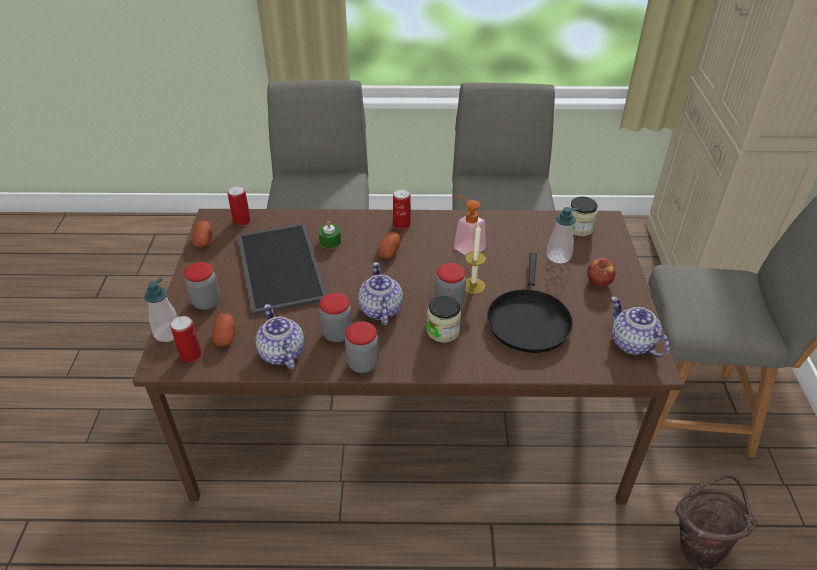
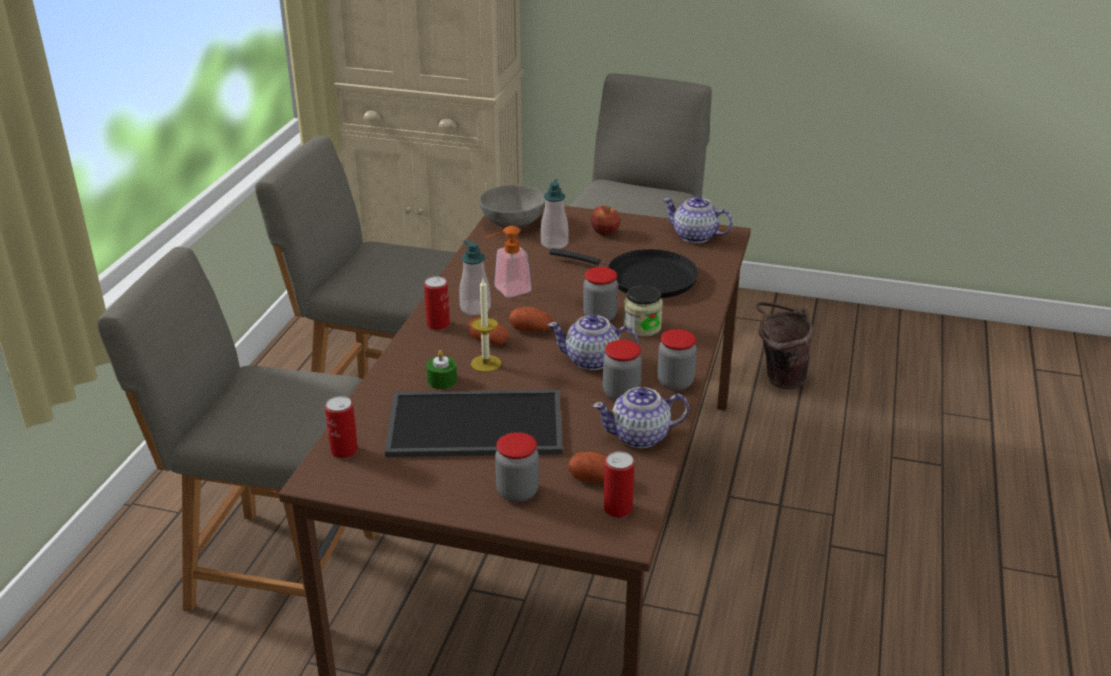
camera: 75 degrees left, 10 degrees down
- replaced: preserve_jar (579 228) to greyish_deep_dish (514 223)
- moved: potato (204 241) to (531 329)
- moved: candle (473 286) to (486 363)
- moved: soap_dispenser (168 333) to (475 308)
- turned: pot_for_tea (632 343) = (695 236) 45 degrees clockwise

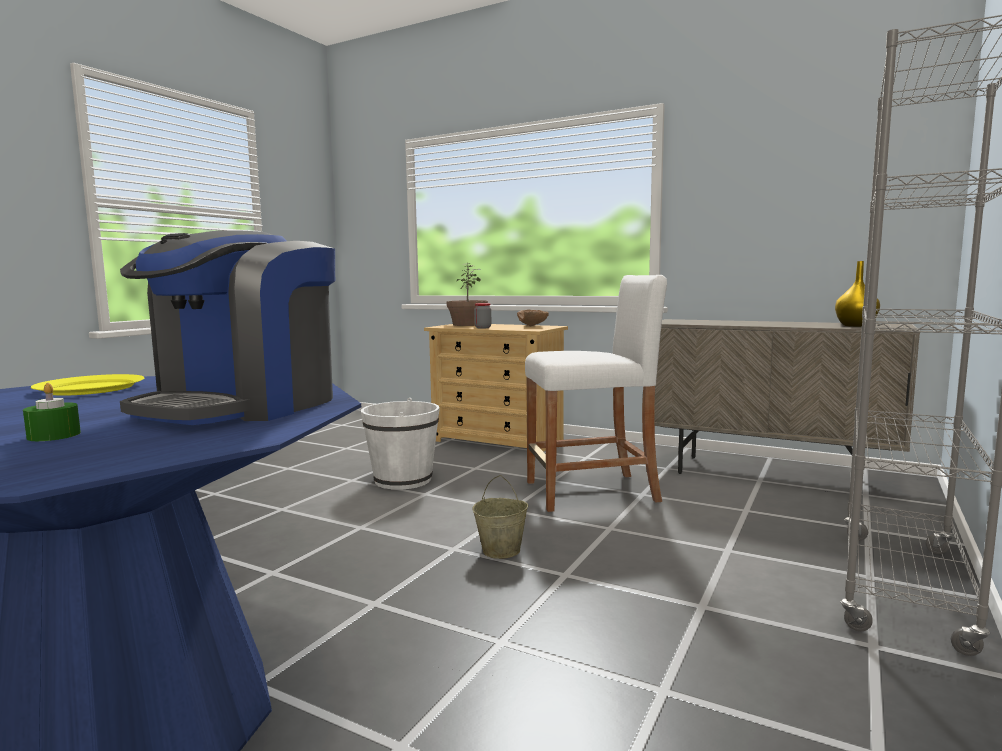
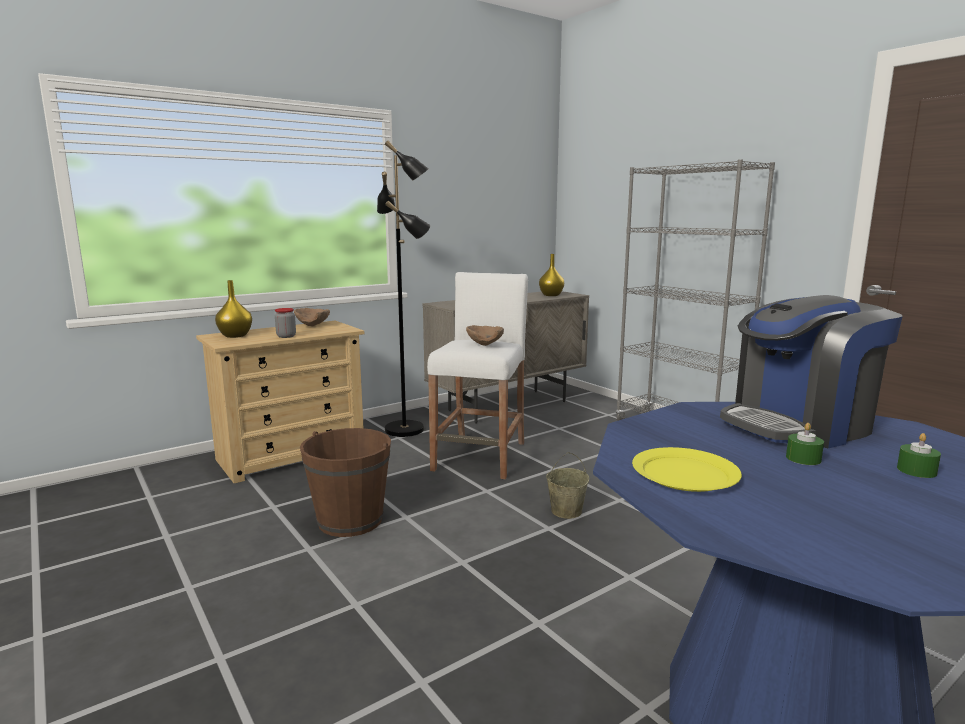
camera: 65 degrees left, 5 degrees up
- turned: coffee_maker (244 406) = (799 425) 105 degrees clockwise
- replaced: potted_plant (467 325) to yellow_decorative_vase (234 336)
- recoloured: white_water_bucket (403 480) to brownish_water_bucket (350 521)
- added: black_standing_lamp (405 429)
- added: brownish_deep_dish (485 344)
- added: greenish_candle (803 458)

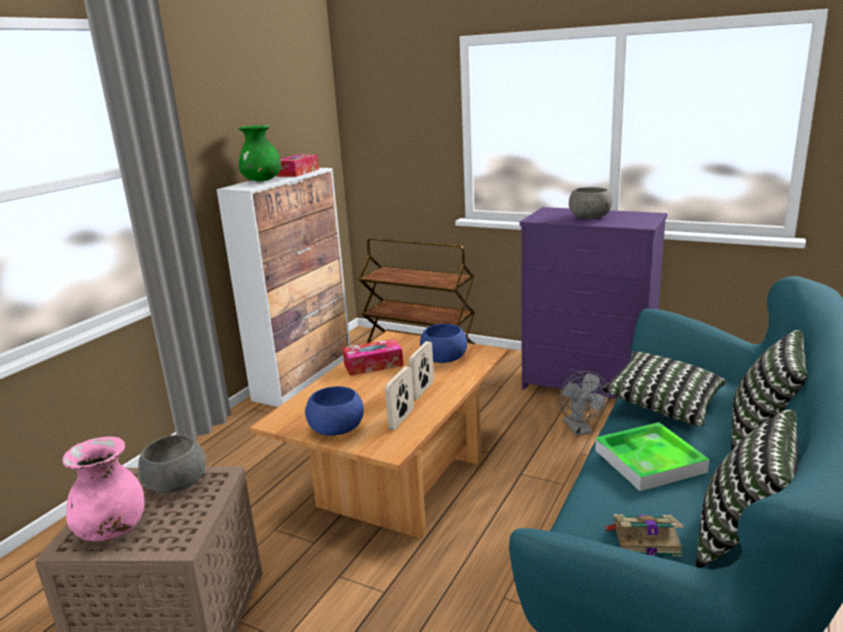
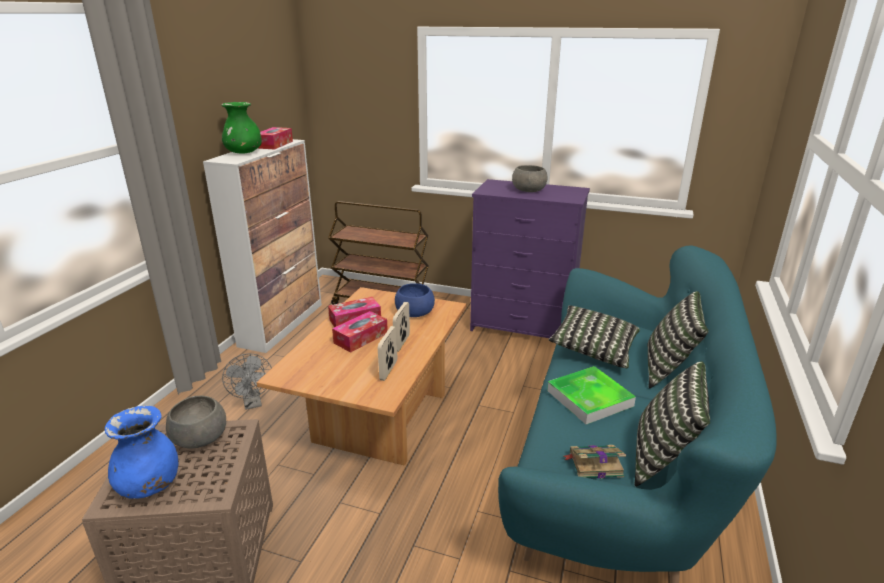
camera: 10 degrees left, 5 degrees up
- moved: greyish_cooling_fan (580 430) to (253 403)
- removed: blue_deep_dish (337 428)
- recoloured: pink_decorative_vase (113 530) to blue_decorative_vase (150 486)
- added: tissue_box (361 338)

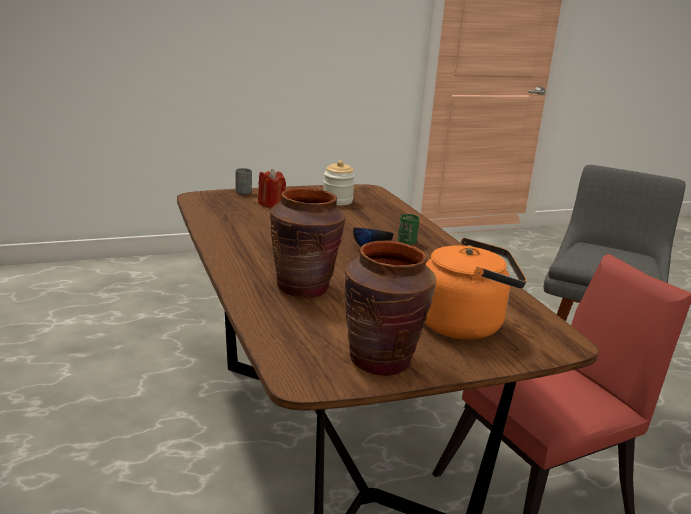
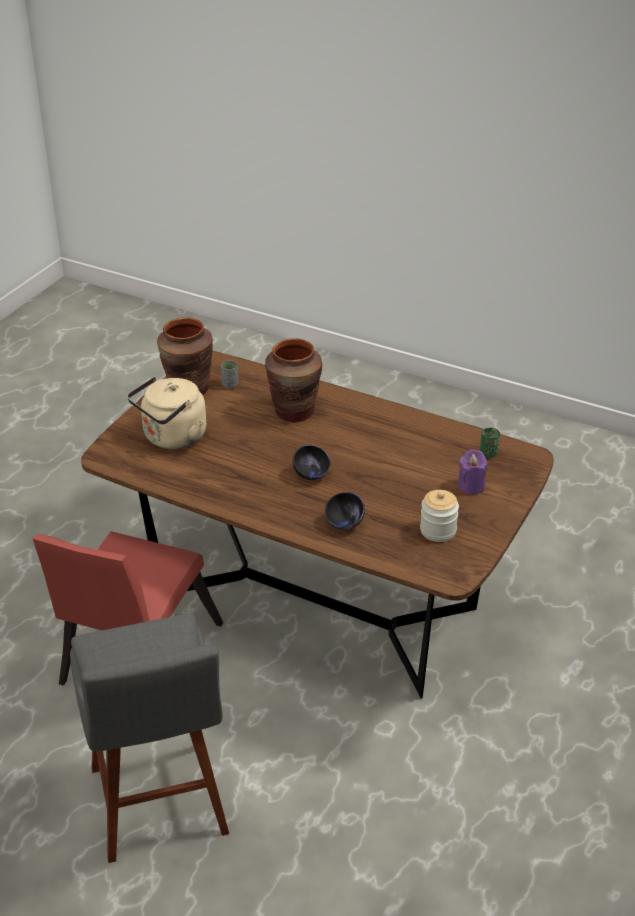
camera: 140 degrees right, 15 degrees up
- moved: greyish_small_cup (243 192) to (230 385)
- recoloured: red_candle (271 204) to purple-coloured_candle (471 486)
- moved: greenish_small_cup (407 242) to (488 453)
- recoloured: orange-coloured_kettle (465 325) to sand-coloured_kettle (172 438)
- added: black_deep_dish (344 524)

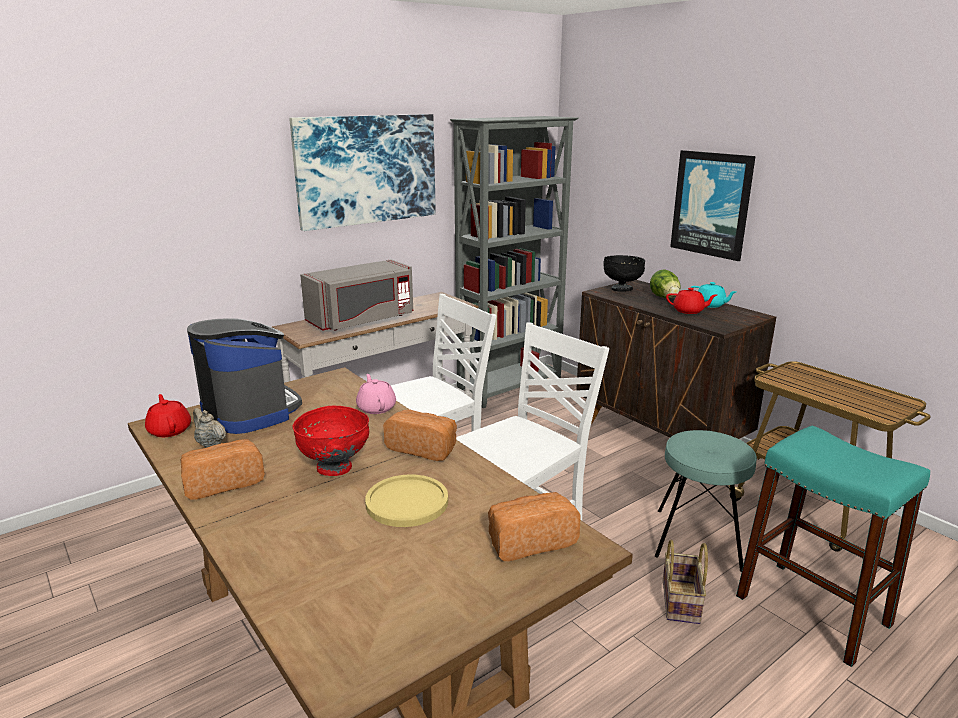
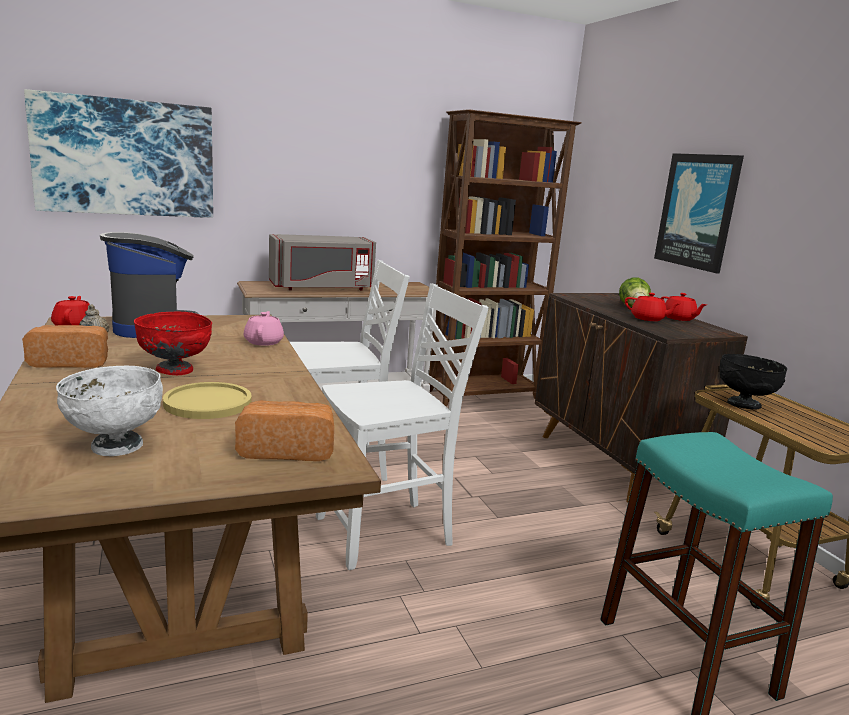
camera: 15 degrees right, 5 degrees down
- moved: picture (367 170) to (125 157)
- recoloured: greyish_bookcase (511 388) to brownish_bookcase (484 395)
- moved: black_deep_dish (622 289) to (744 405)
- recoloured: turquoise-coloured_pot_for_tea (710 305) to red_pot_for_tea (679 318)
- removed: bread (423 448)
- removed: turquoise-coloured_sitting_stool (698 539)
- removed: basket (682 602)
- added: white_deep_dish (115 446)

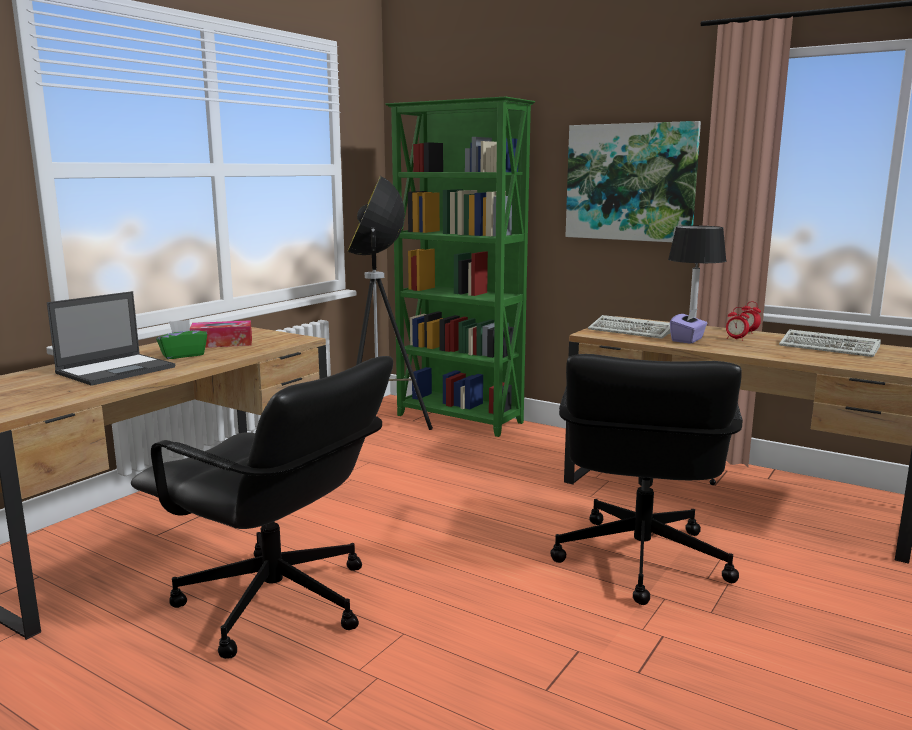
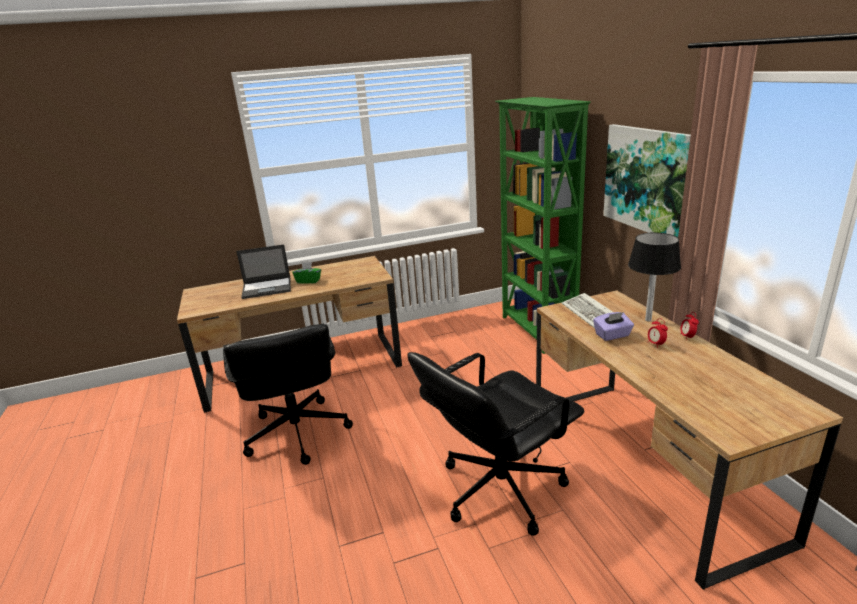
camera: 40 degrees right, 10 degrees up
- removed: standing_lamp (379 431)
- removed: tissue_box (222 343)
- removed: computer_keyboard (831 348)

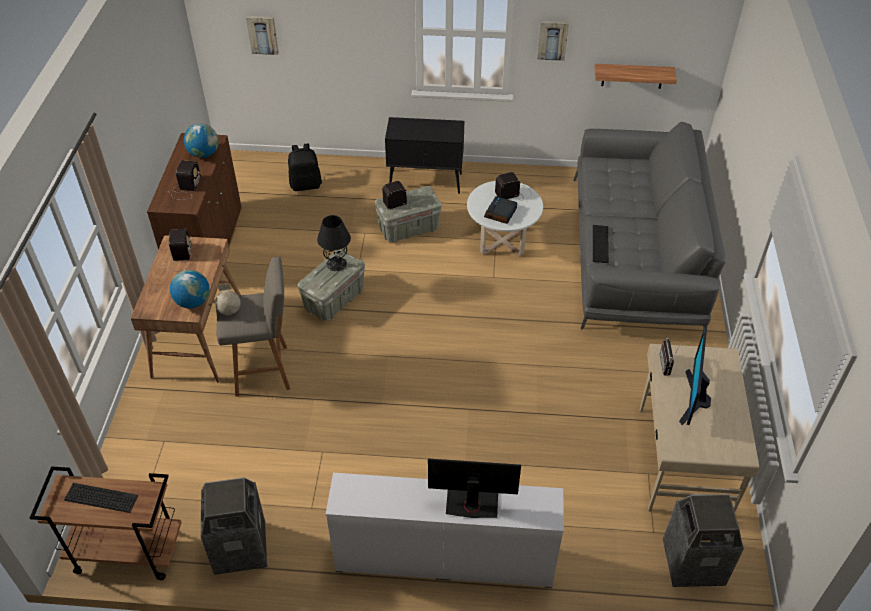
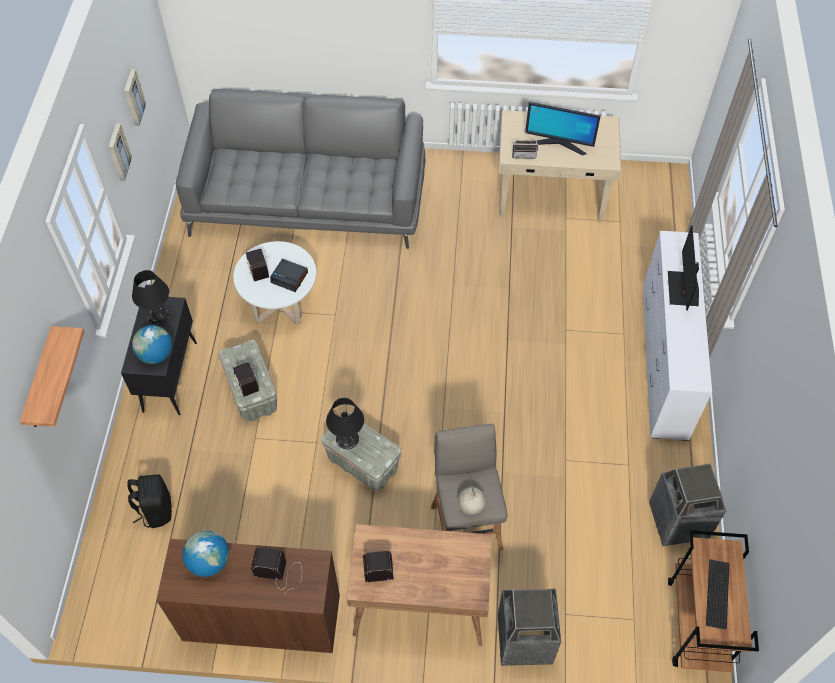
camera: 90 degrees left, 10 degrees up
- moved: picture (262 34) to (133 97)
- moved: shelf (632 76) to (41 381)
- removed: computer_keyboard (600 244)
- moved: desk_globe (193 302) to (156 354)
- moved: trash_can (692 562) to (524 640)
- added: black_table_lamp (158 315)

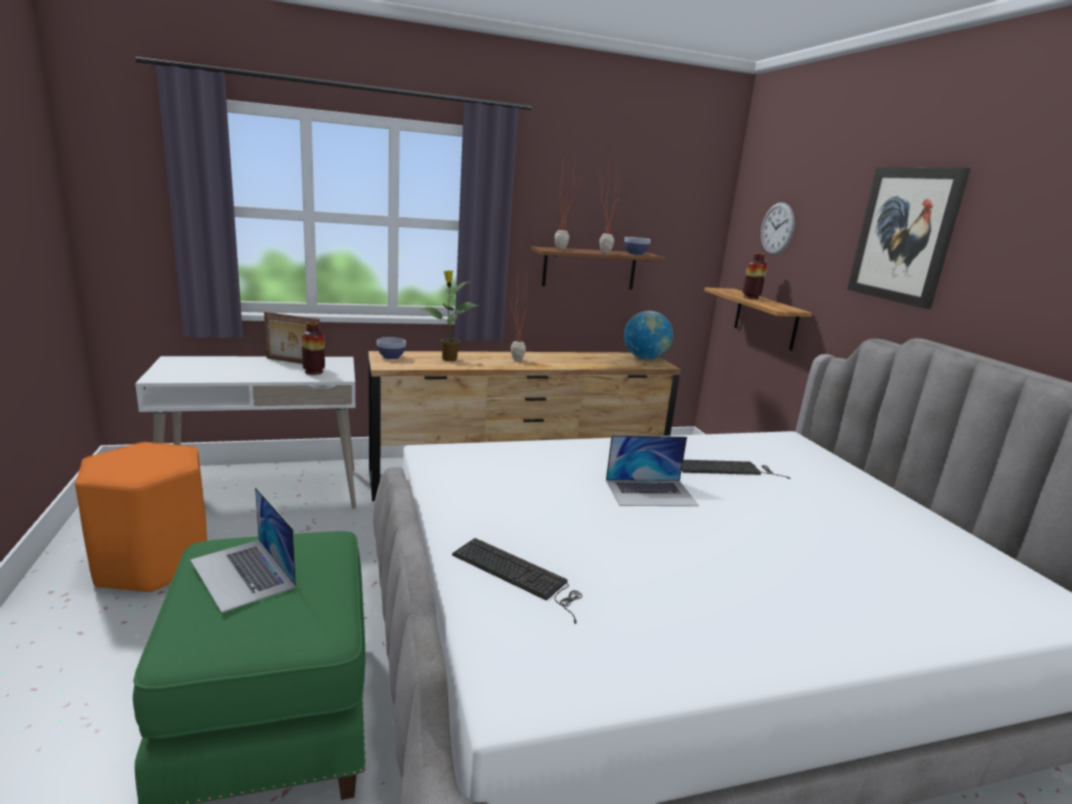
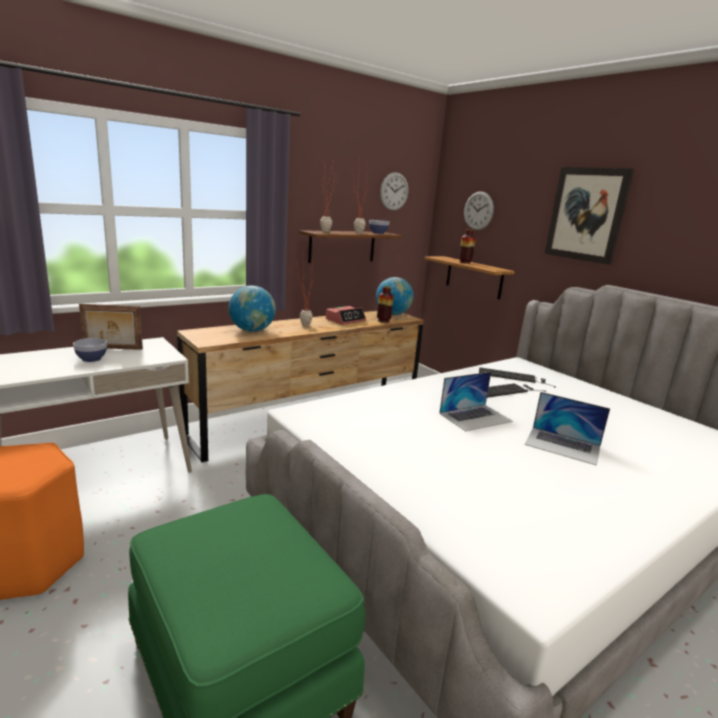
camera: 20 degrees left, 0 degrees up
- replaced: potted_plant (448 359) to desk_globe (252 330)
- moved: decorative_vase (314 372) to (383 321)
- moved: deep_dish (391 357) to (91 359)
- moved: portable_computer (243 573) to (563 445)
- moved: computer_keyboard (519 575) to (514 377)
- added: hanging_clock (394 191)
- added: table_clock (345 320)

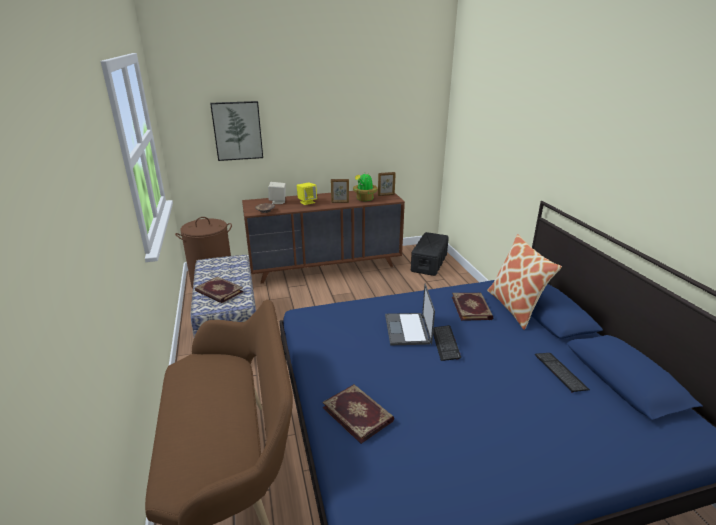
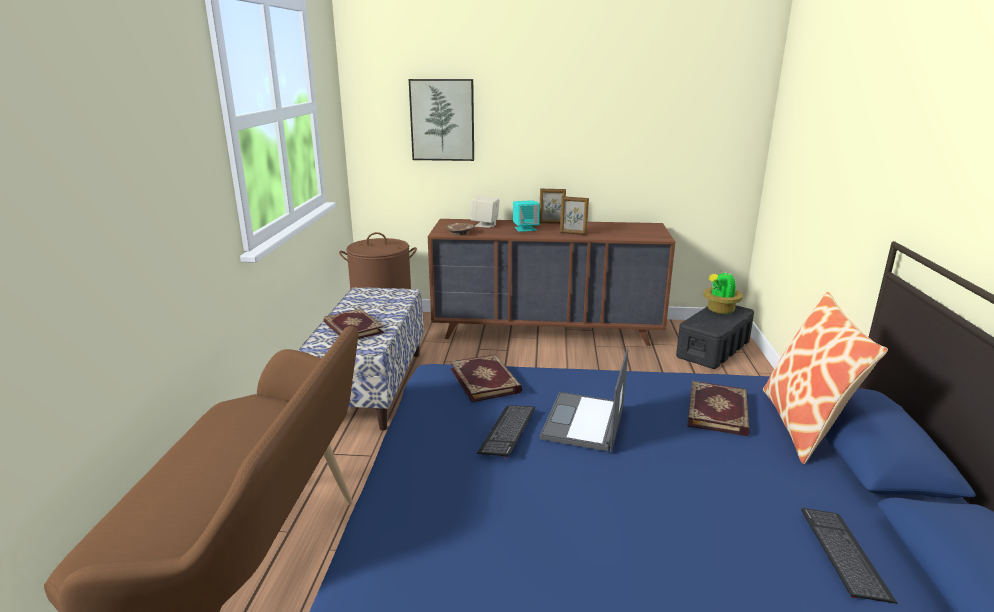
camera: 20 degrees right, 5 degrees down
- moved: potted_plant (364 199) to (720 310)
- moved: photo_frame (386 195) to (551 223)
- recoloured: yellow_loudspeaker (307 202) to turquoise-coloured_loudspeaker (525 229)
- moved: computer_keyboard (445 343) to (507 431)
- moved: bound_book (358 413) to (486 380)

